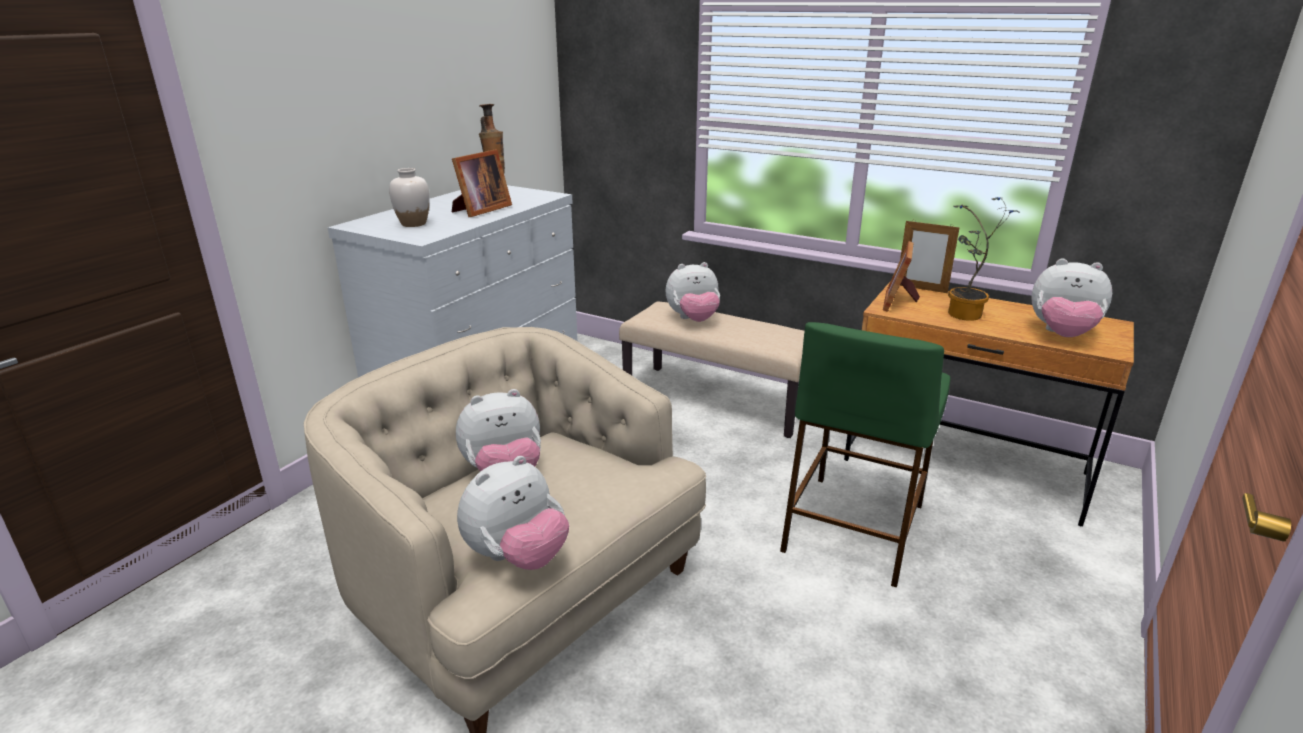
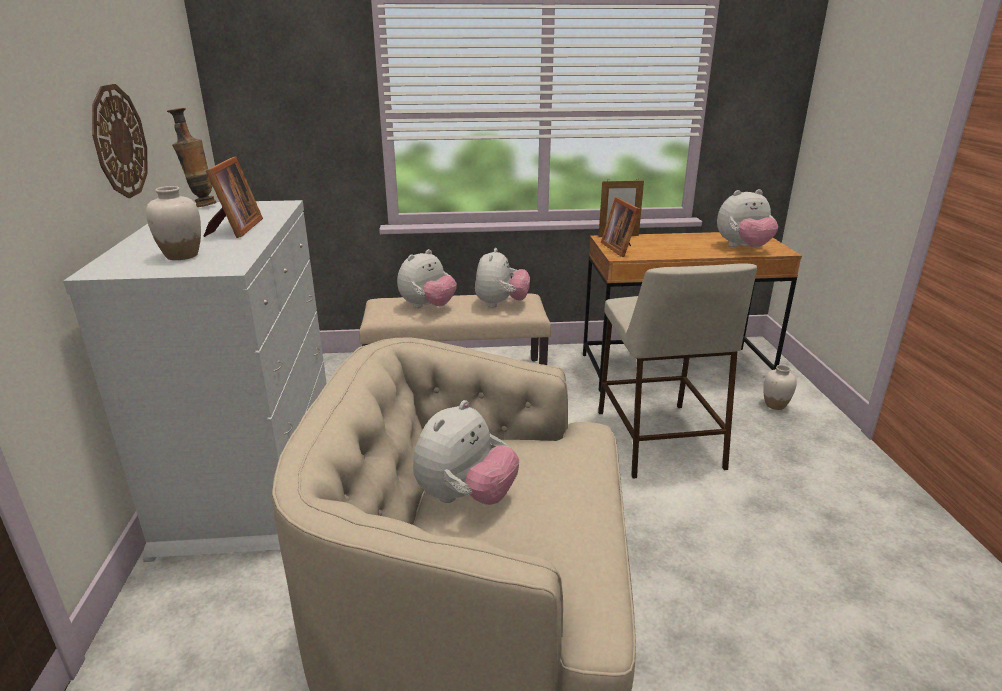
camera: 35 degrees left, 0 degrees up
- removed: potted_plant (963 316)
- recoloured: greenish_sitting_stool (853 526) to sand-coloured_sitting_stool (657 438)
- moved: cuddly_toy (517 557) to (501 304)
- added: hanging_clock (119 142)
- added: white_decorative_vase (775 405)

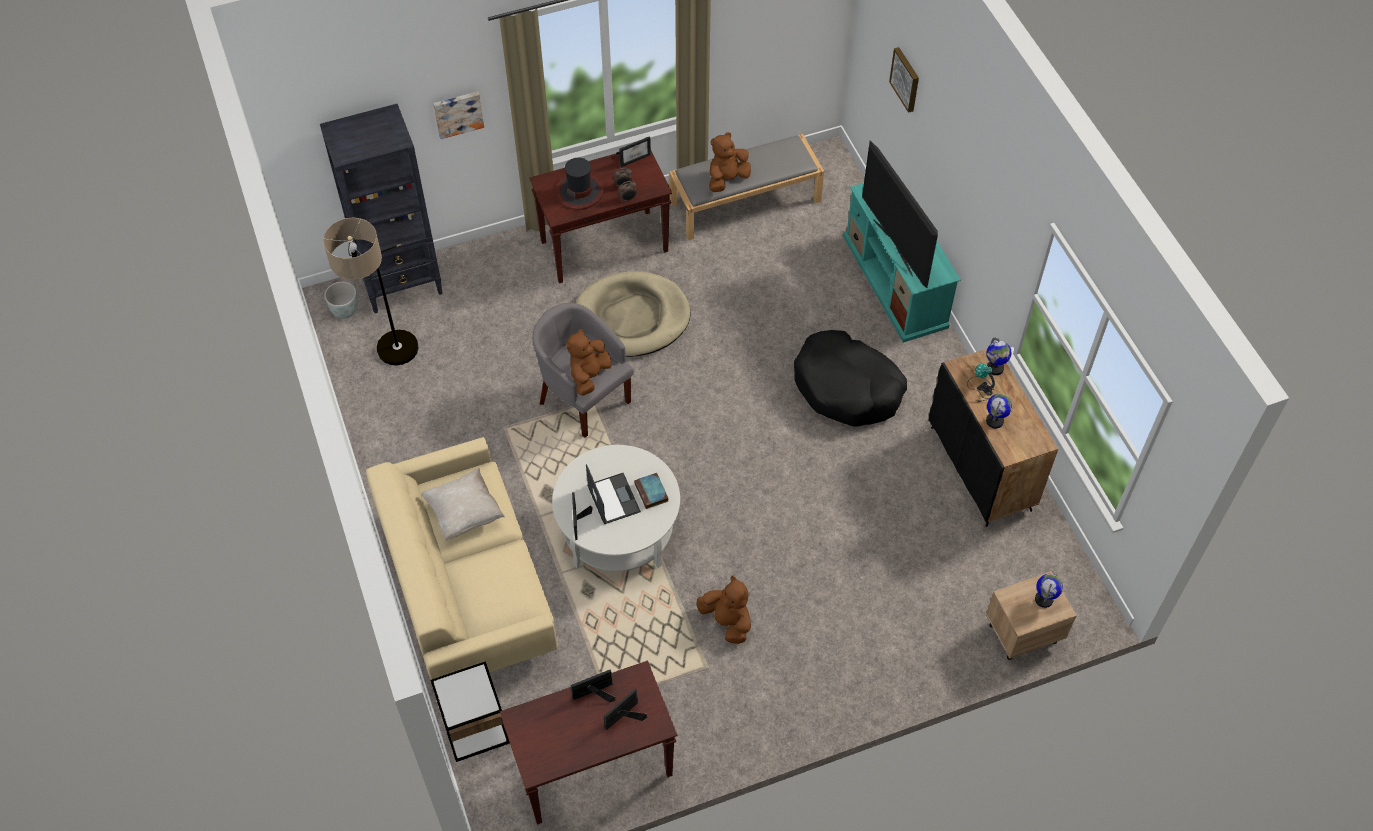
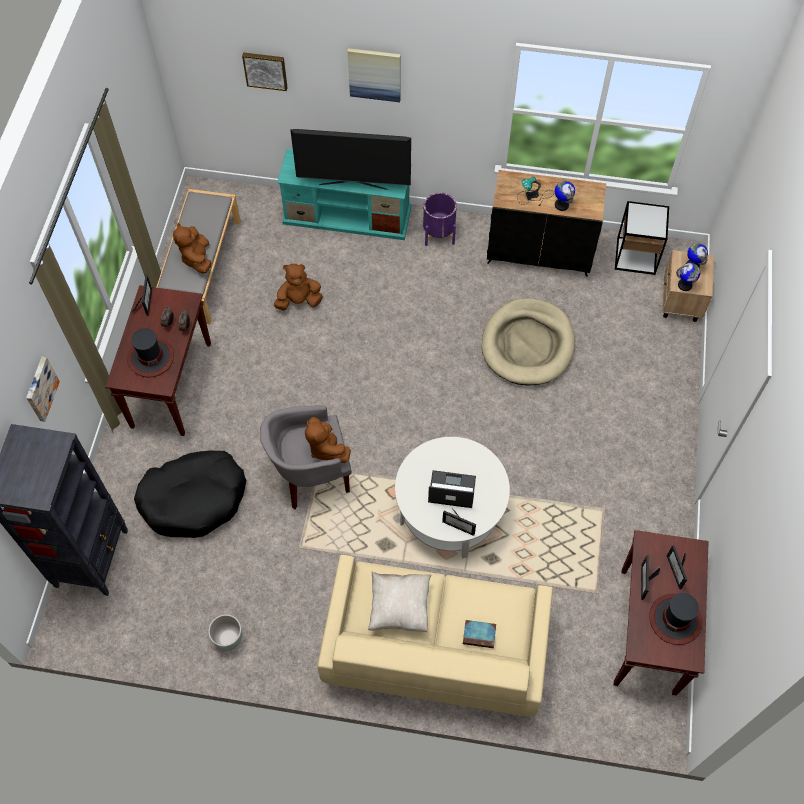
camera: 60 degrees left, 5 degrees up
- removed: standing_lamp (391 361)
- moved: sand-coloured_dog_bed (632 317) to (528 344)
- moved: greyish_flower_pot (345 310) to (228 638)
- moved: black_dog_bed (847 387) to (194 499)
- moved: desk_globe (995 368) to (685 285)
- moved: bound_book (652 493) to (480 634)
- moved: brownish_cuddly_toy (727 621) to (299 301)
- moved: end_table (474 728) to (636 256)
- added: picture (375 74)
- added: purple-coloured_flower_pot (438 233)
- added: hat (675 619)

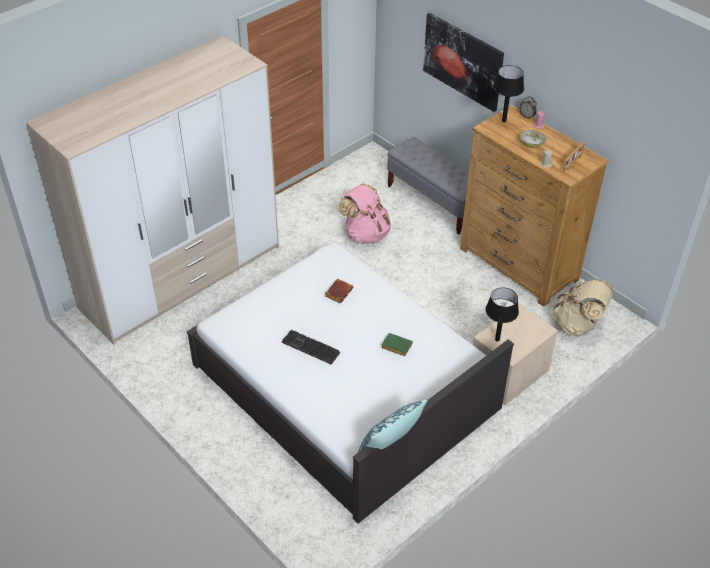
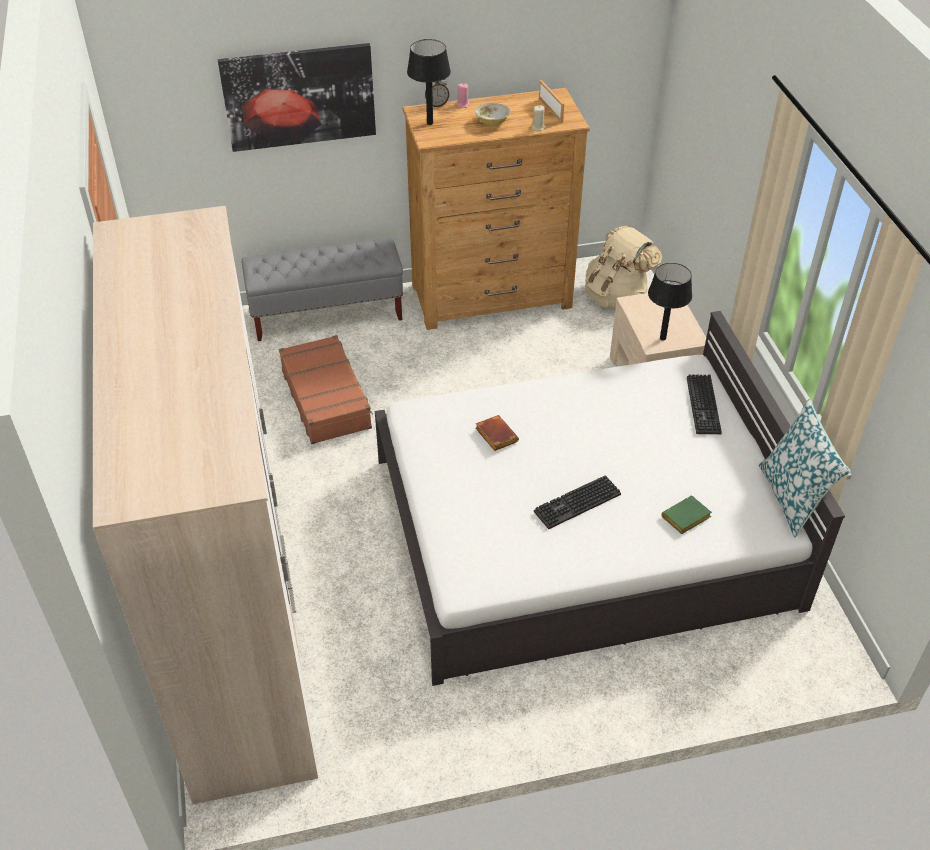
camera: 60 degrees left, 0 degrees up
- replaced: pink_knapsack (365 233) to brownish_travel_case (326 398)
- moved: greenish_bound_book (395 346) to (685 519)
- added: computer_keyboard (705 406)

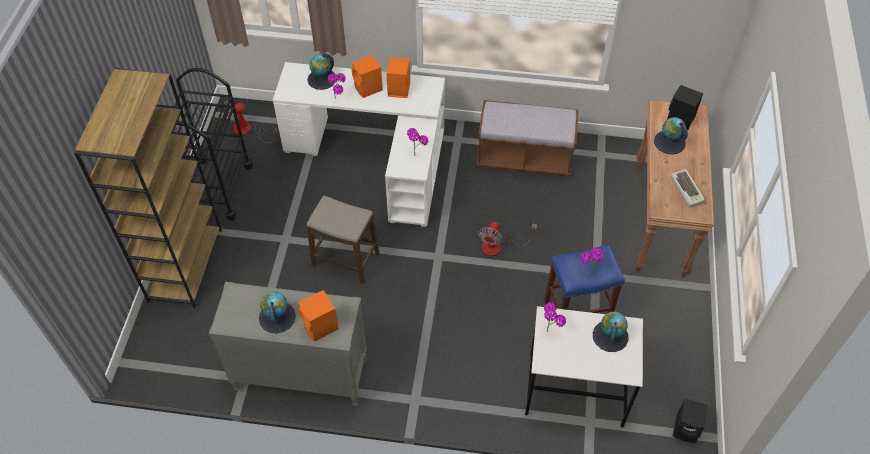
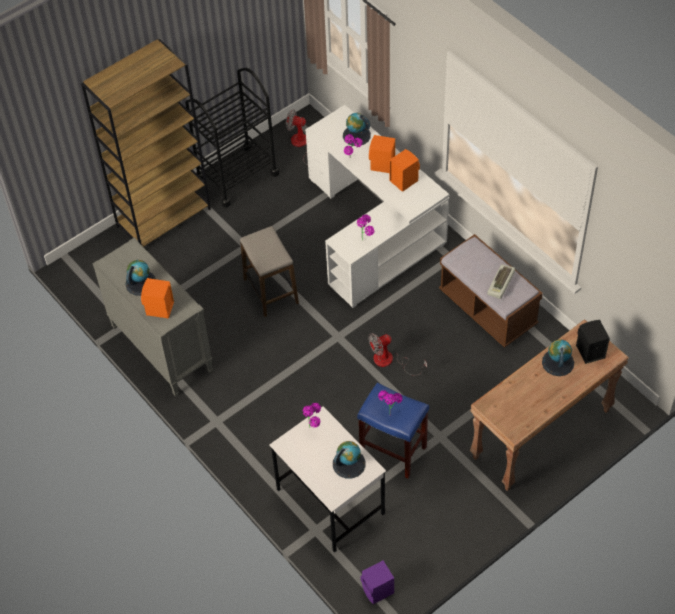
camera: 45 degrees right, 0 degrees up
- moved: computer_keyboard (687 190) to (501 284)
- recoloured: black_loudspeaker (686 429) to purple-coloured_loudspeaker (378 591)

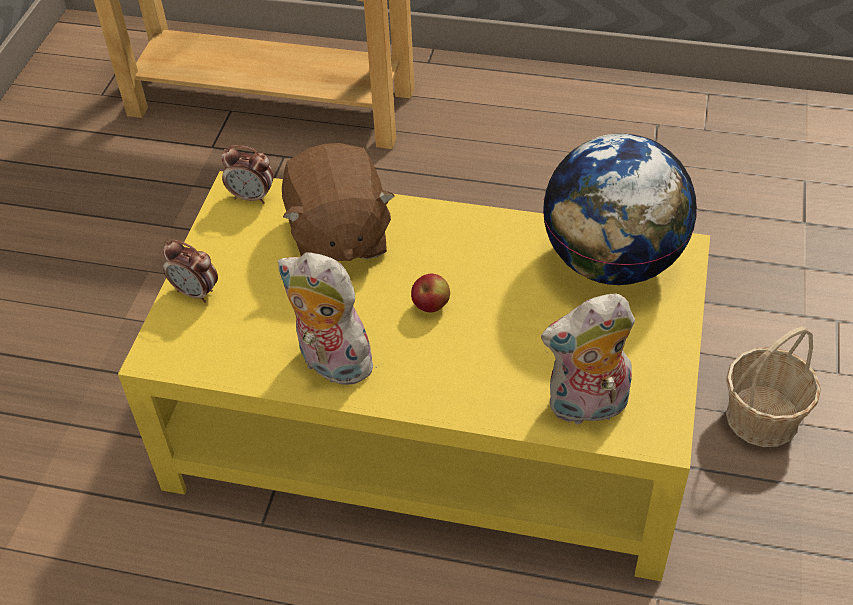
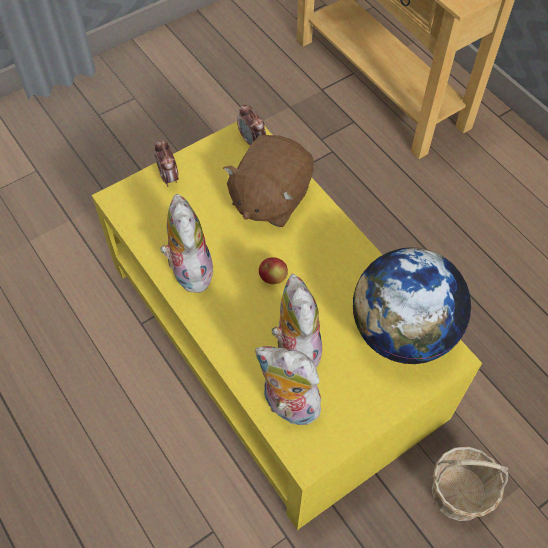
camera: 40 degrees right, 10 degrees up
- added: cuddly_toy (295 349)

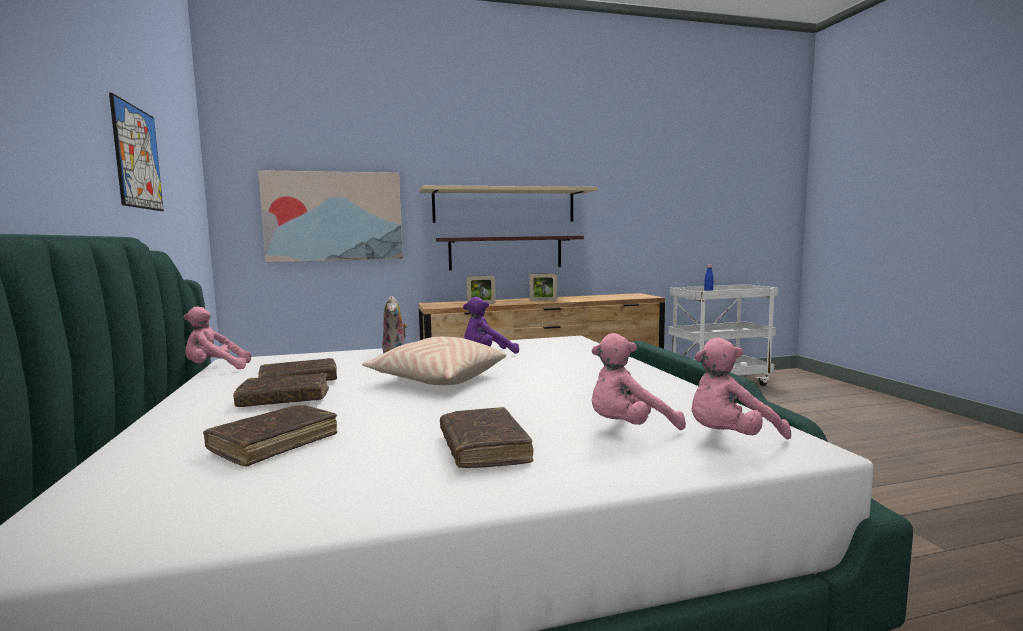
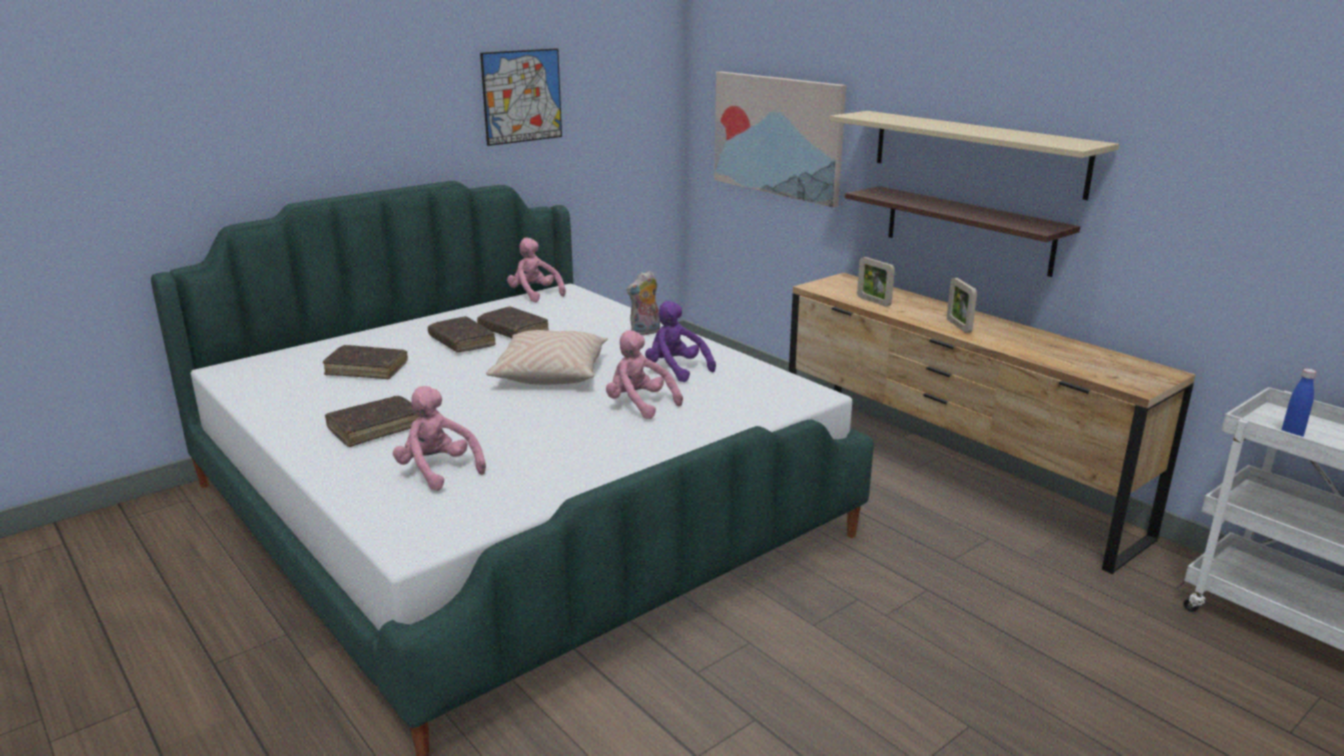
camera: 65 degrees right, 15 degrees up
- moved: pink_cuddly_toy (729 439) to (639 405)

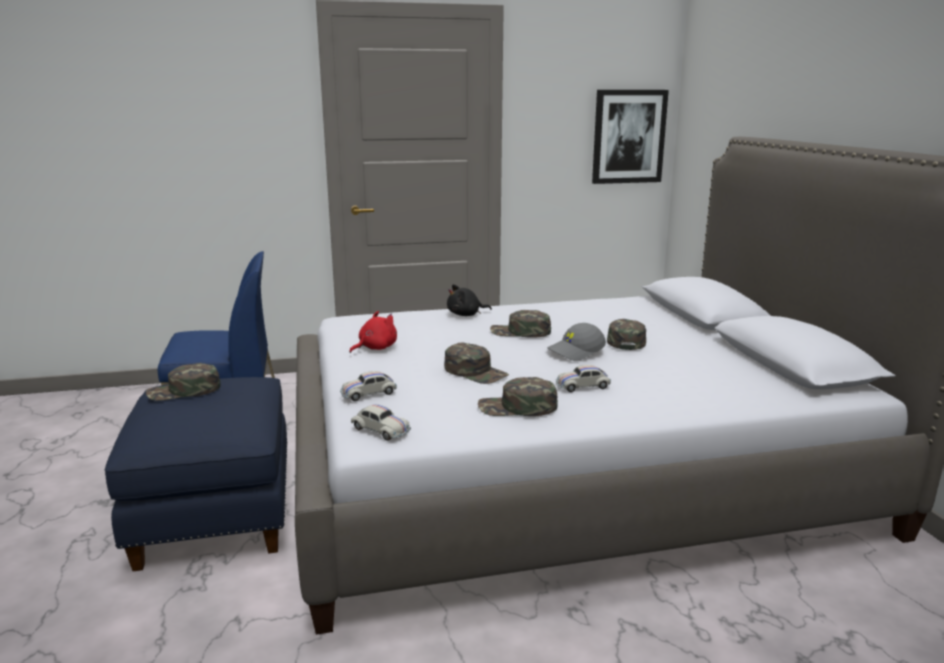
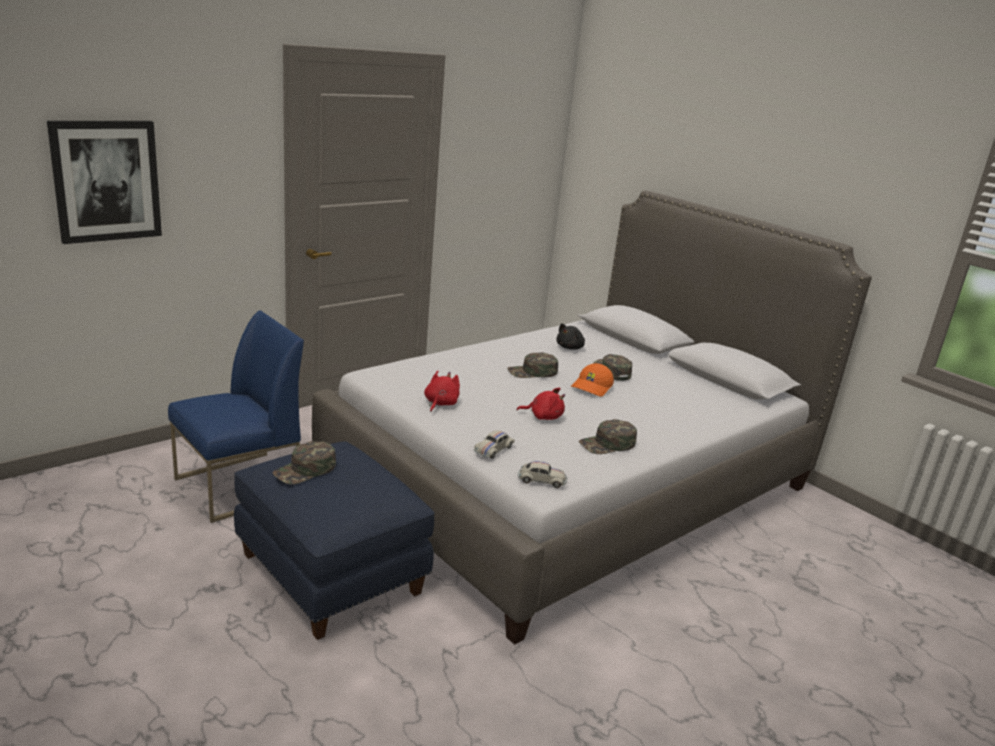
camera: 30 degrees left, 5 degrees up
- moved: picture (628 137) to (106 181)
- moved: black_cuddly_toy (466 315) to (570 348)
- recoloured: greyish_peaked_cap (576 352) to orange-coloured_peaked_cap (592 387)
- replaced: greenish_peaked_cap (475 372) to red_cuddly_toy (543 416)
- removed: white_model_car (583 386)

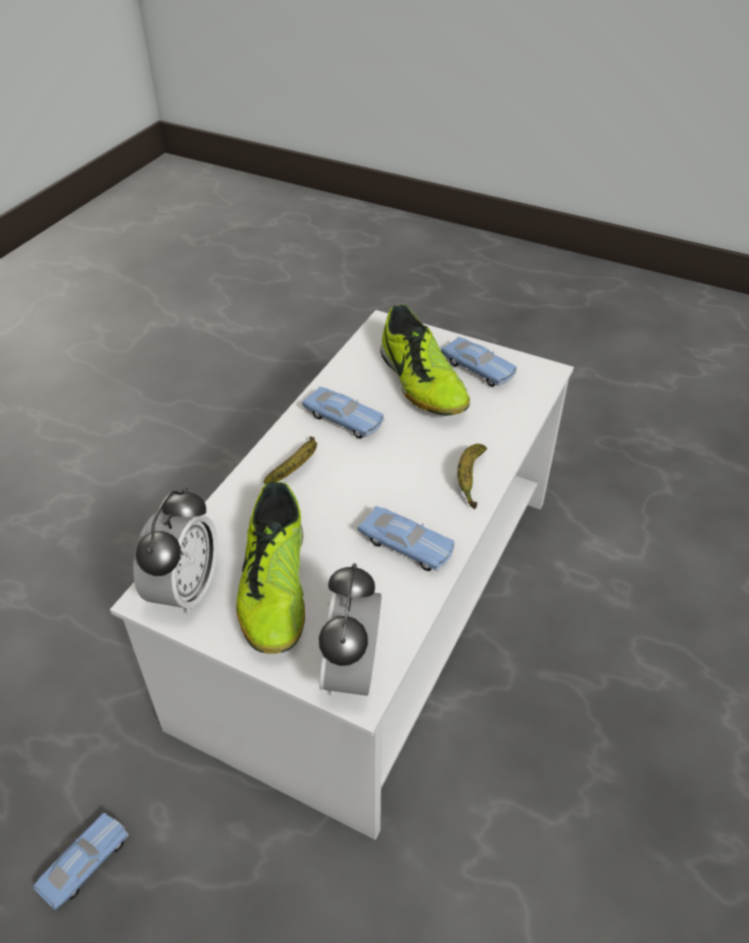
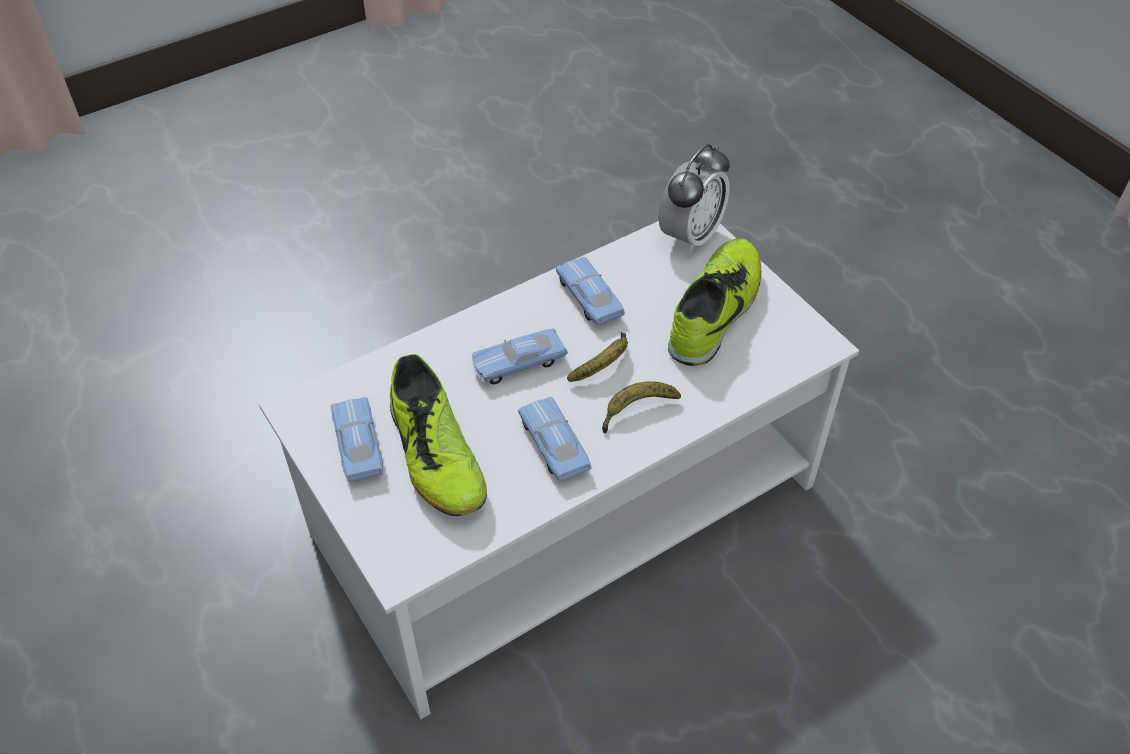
camera: 150 degrees left, 5 degrees up
- turned: low_shoe (421 383) = (436 455) 150 degrees clockwise
- moved: banana_fruit (470 479) to (603 365)
- removed: table_clock (185 591)
- moved: blue_model_car (85 864) to (518 363)

